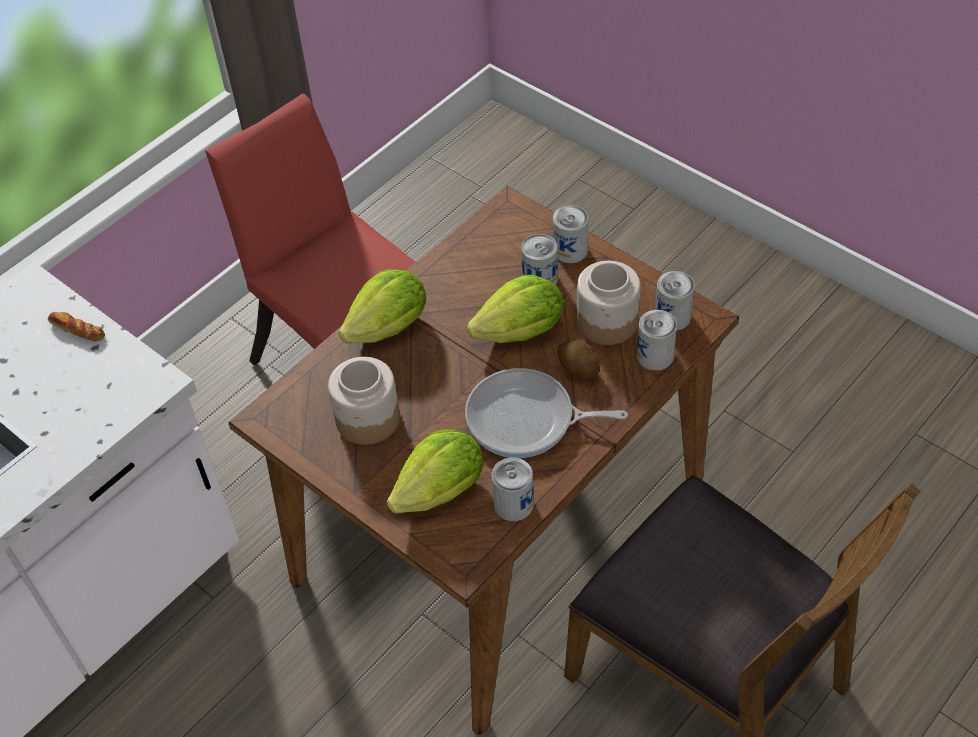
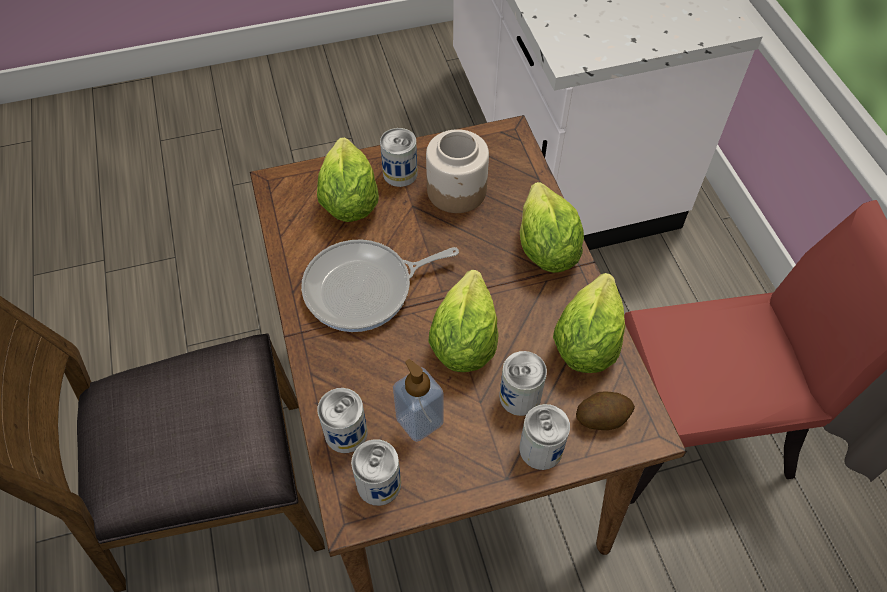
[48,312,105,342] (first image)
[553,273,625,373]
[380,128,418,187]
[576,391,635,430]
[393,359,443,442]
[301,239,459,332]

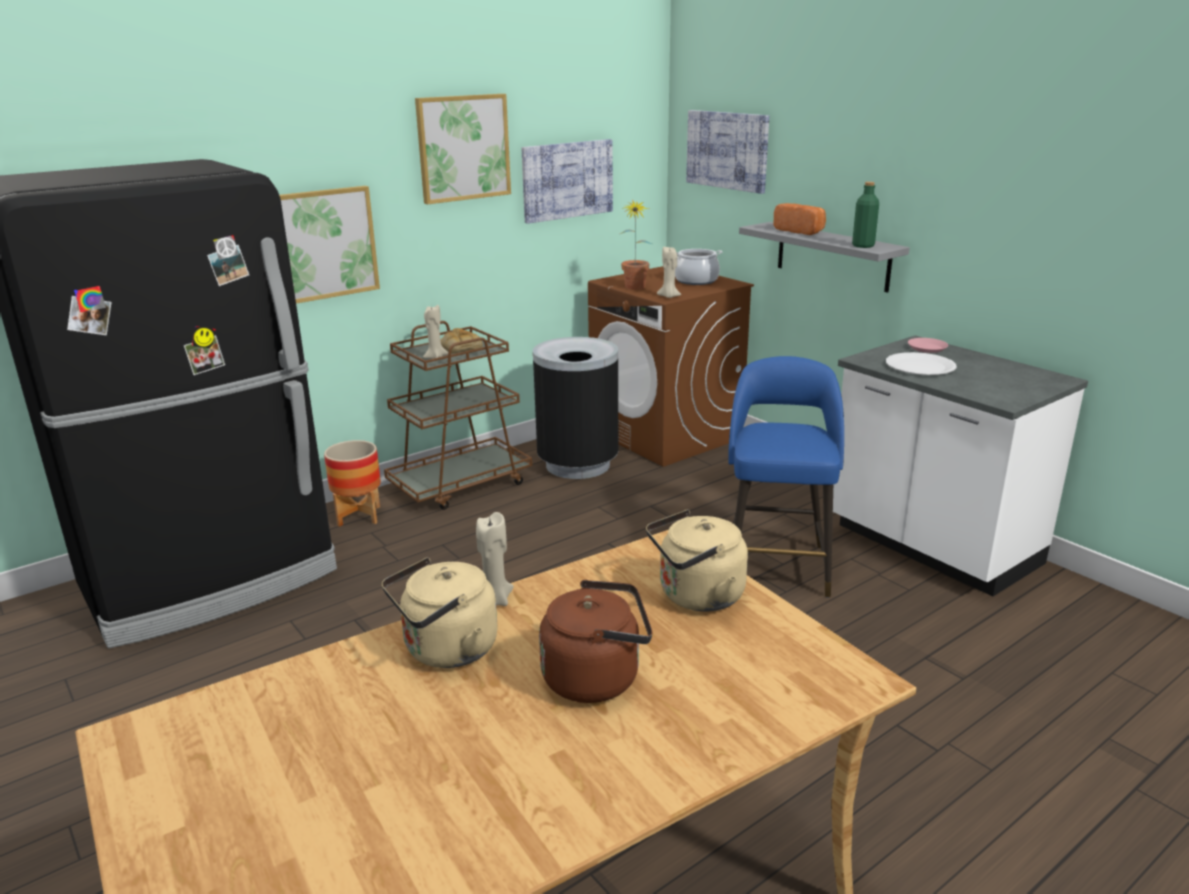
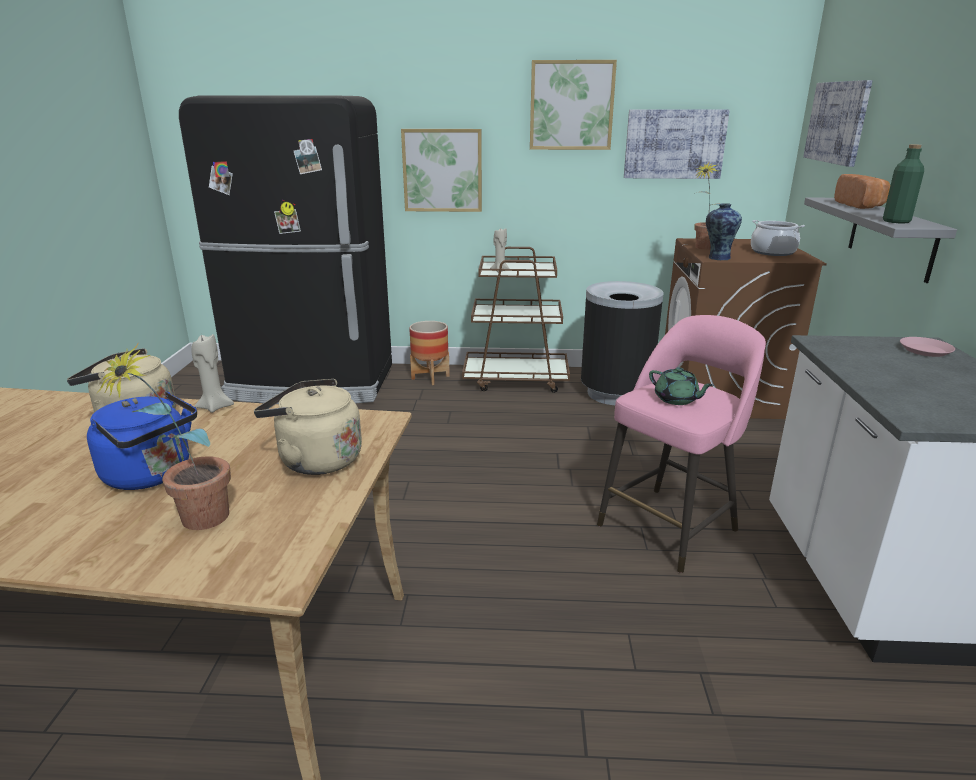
[440,328,483,353] (first image)
[886,352,957,375] (first image)
[97,344,231,530]
[649,367,714,405]
[706,203,742,260]
[87,391,197,490]
[597,315,766,573]

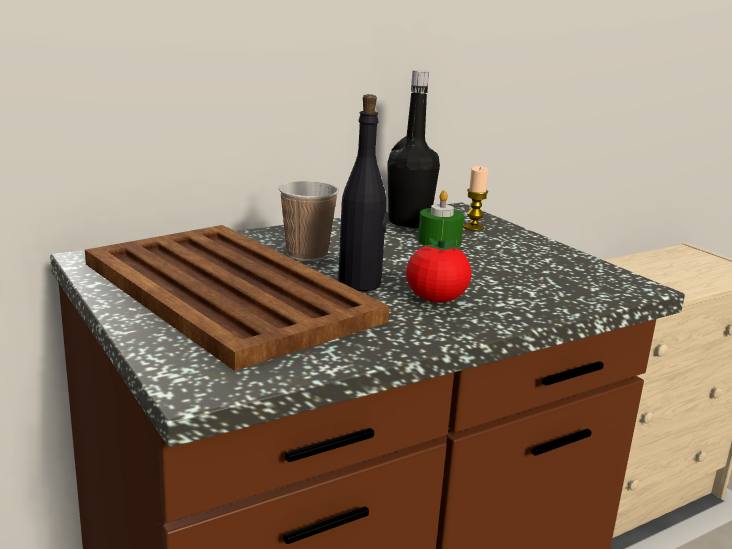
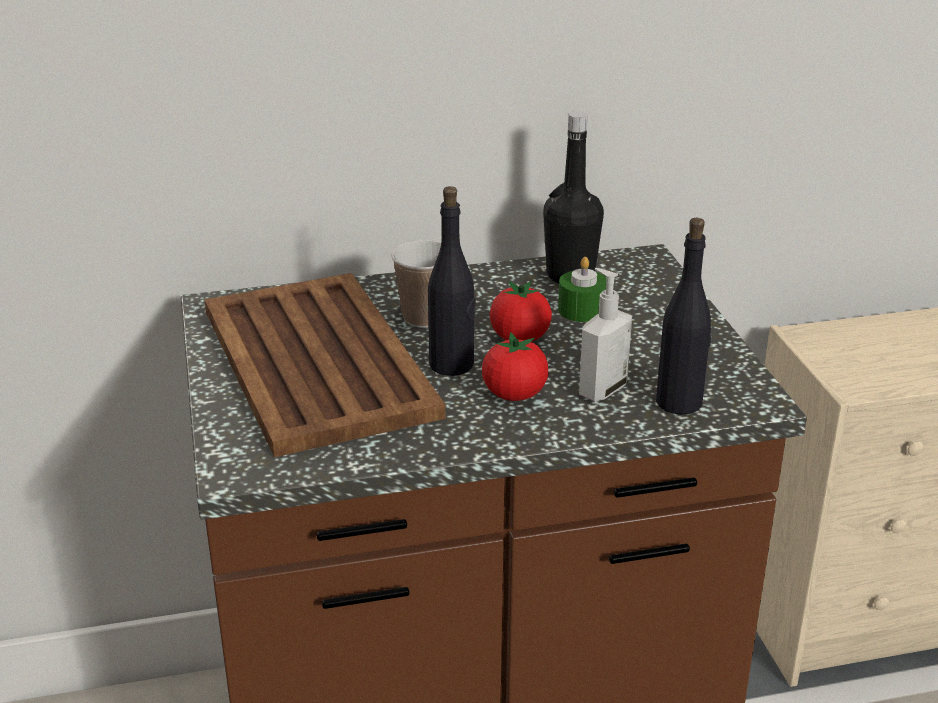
[464,166,489,231] (first image)
[490,281,552,342]
[579,268,632,401]
[656,218,711,415]

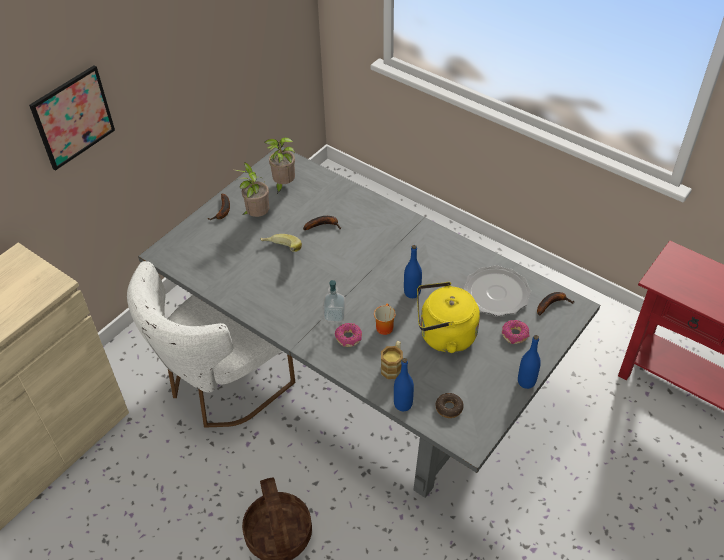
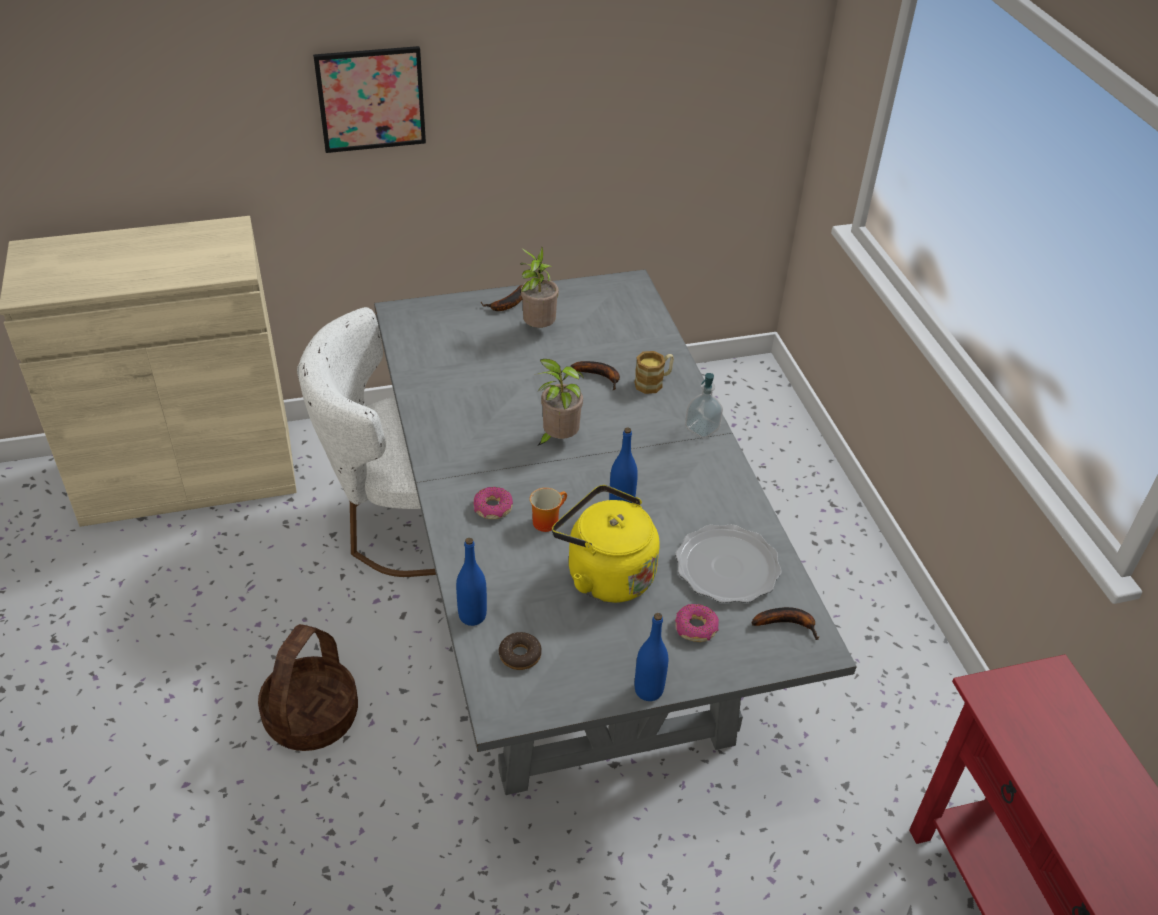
[260,234,302,252] (first image)
[534,359,584,446]
[685,373,723,438]
[634,351,674,394]

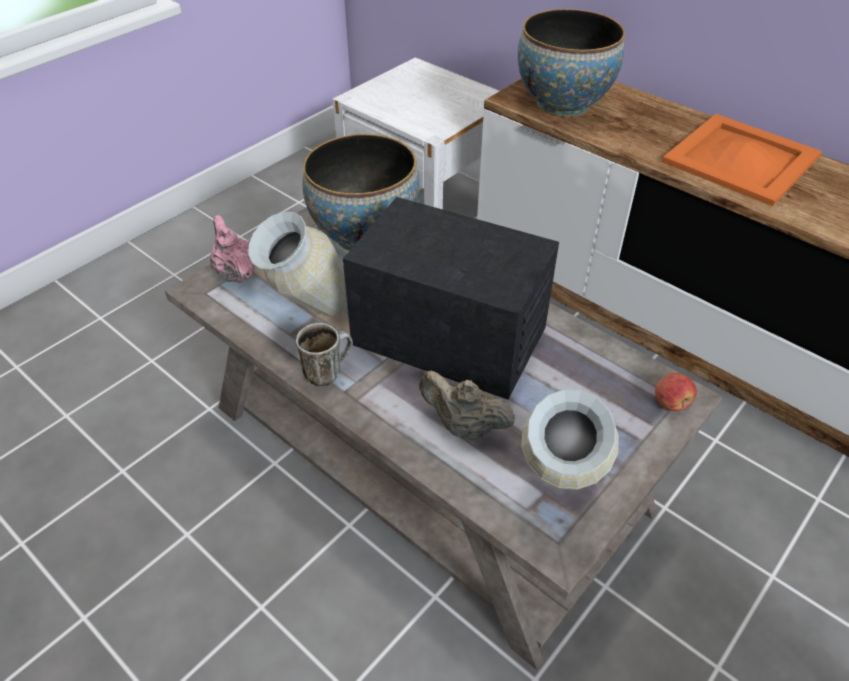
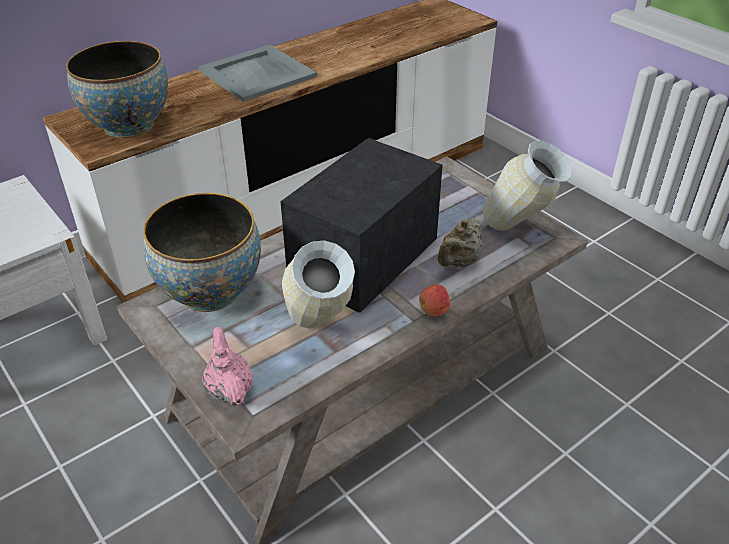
[296,323,353,386] (first image)
[419,284,451,316]
[198,45,317,102]
[202,327,253,406]

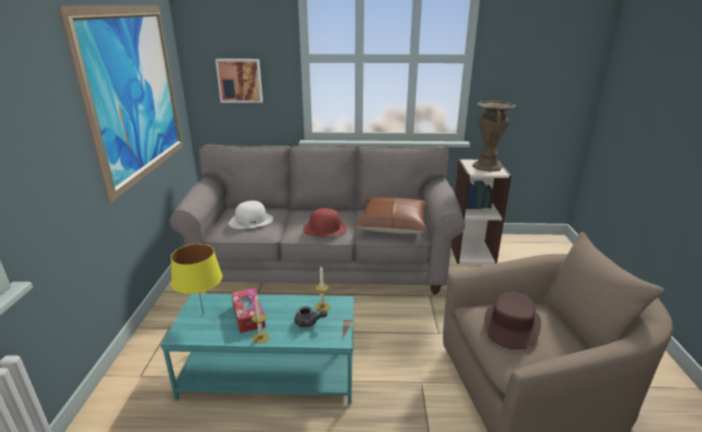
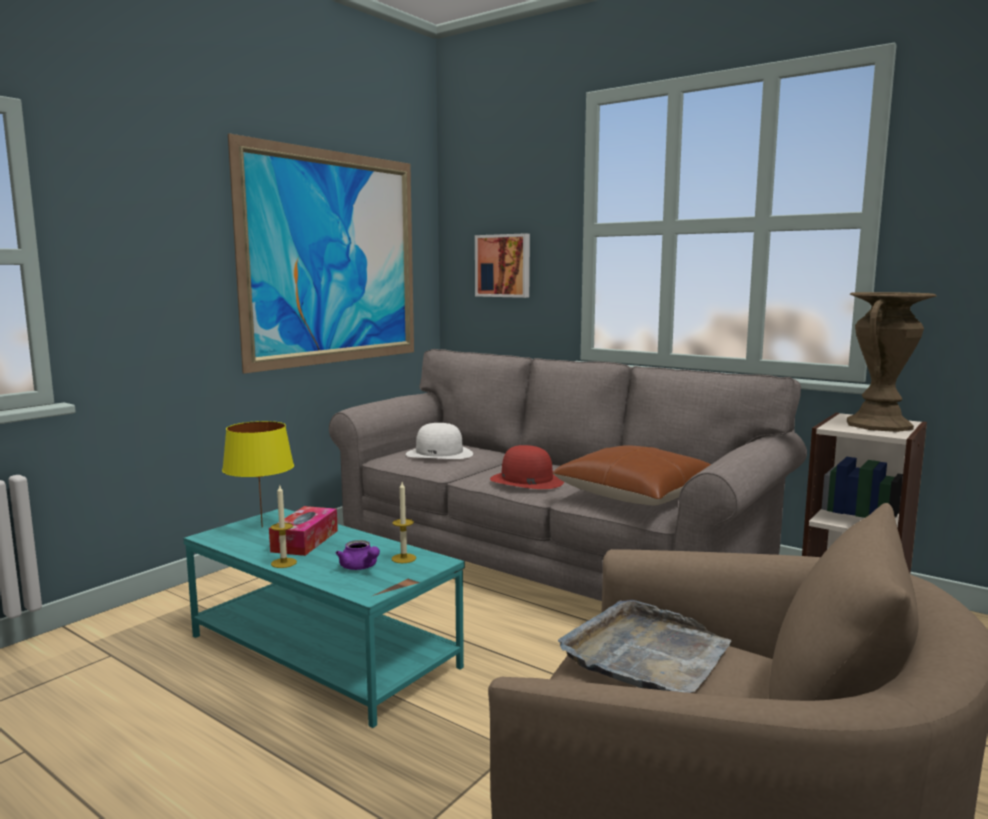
[558,600,731,693]
[336,540,380,570]

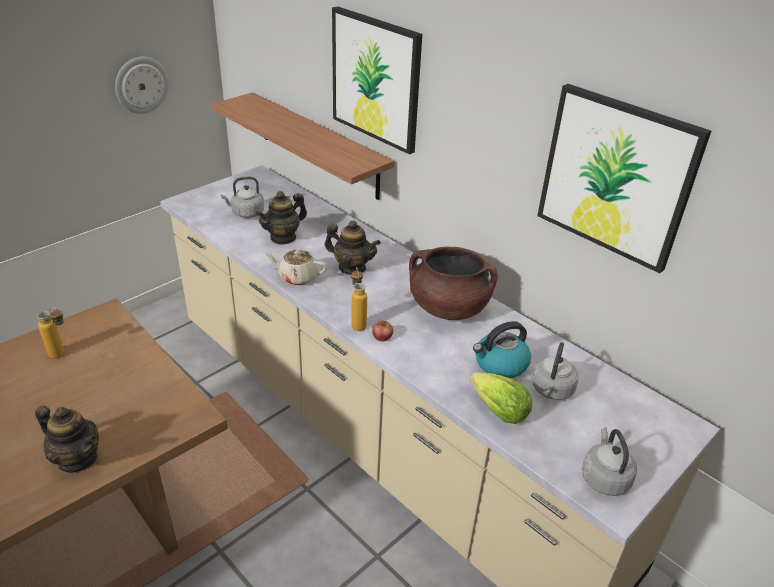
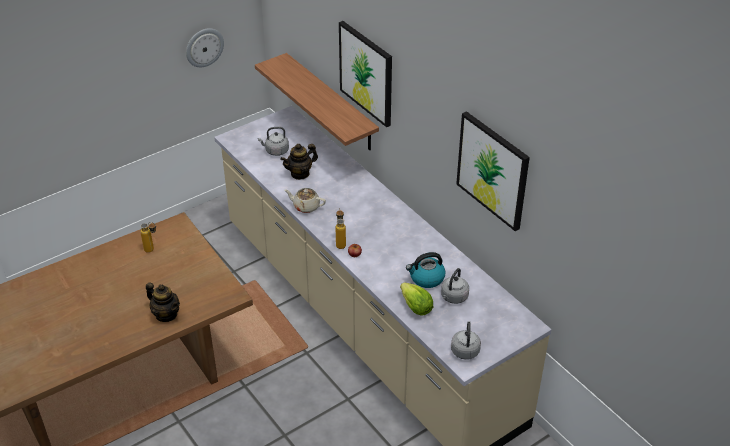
[325,220,381,275] (first image)
[409,247,498,320] (first image)

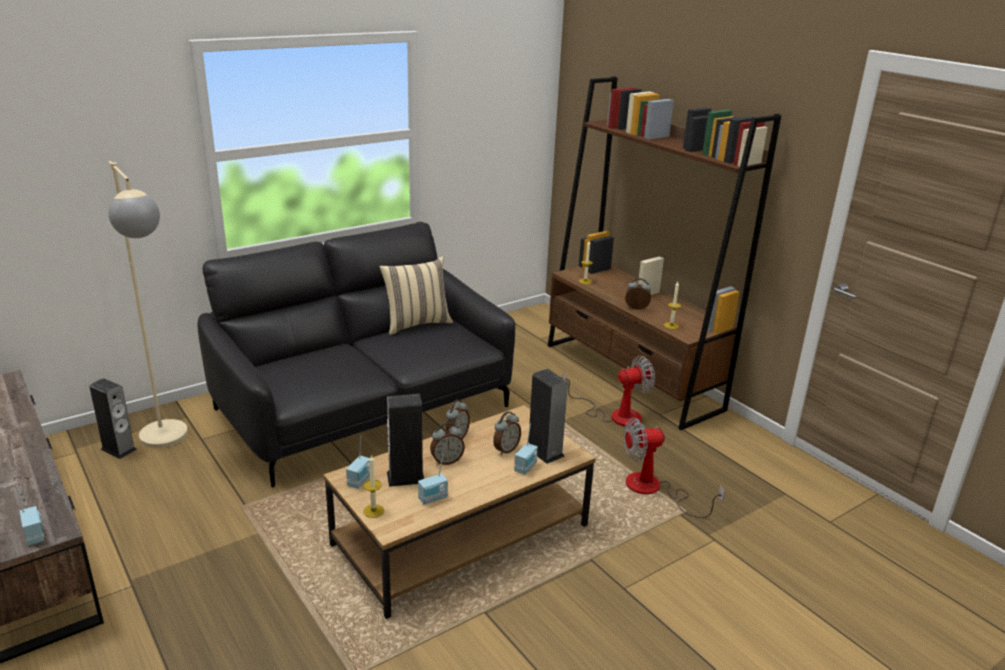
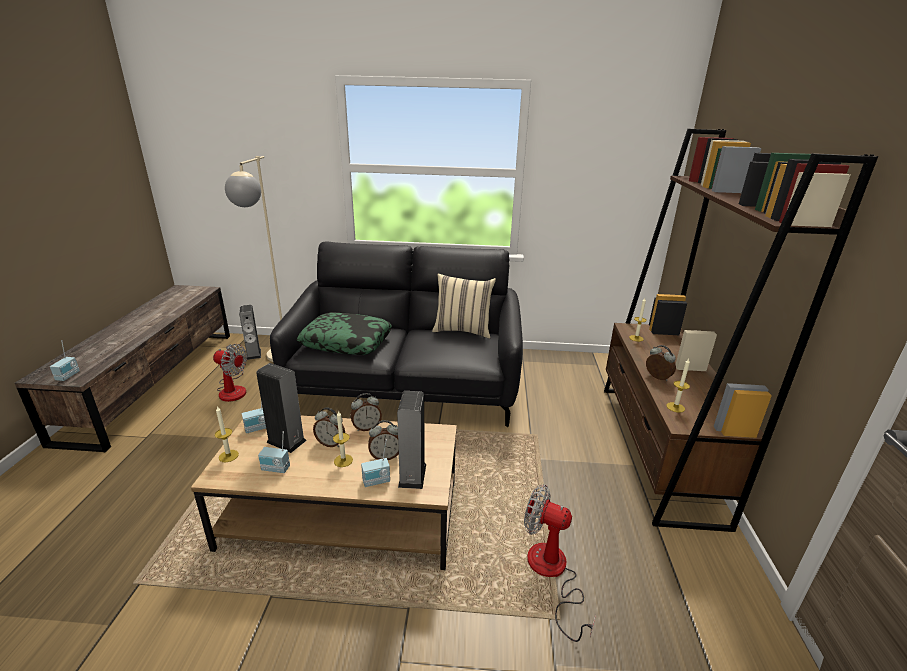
[296,312,392,355]
[333,410,353,467]
[213,344,247,402]

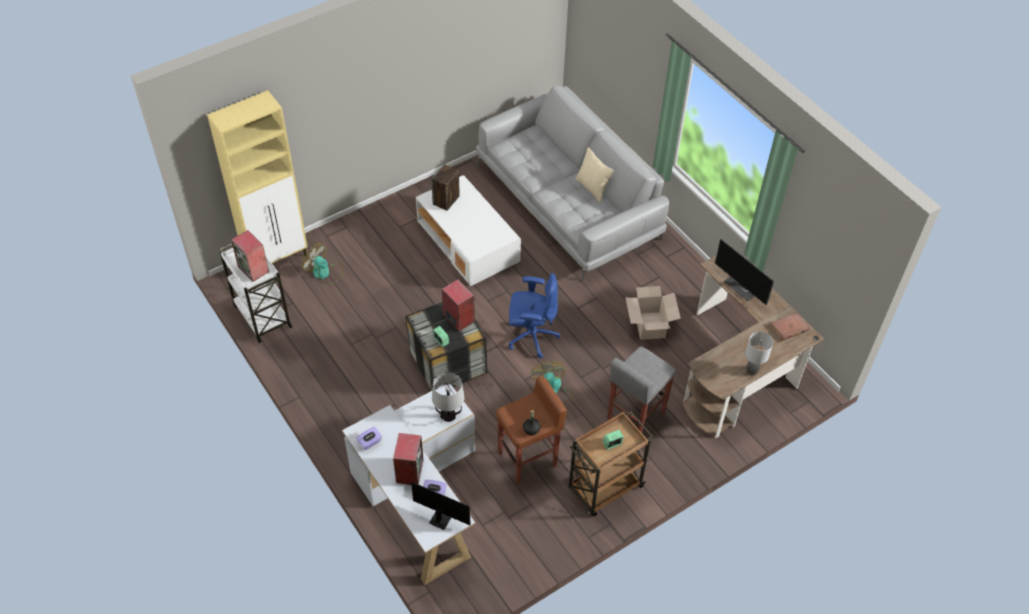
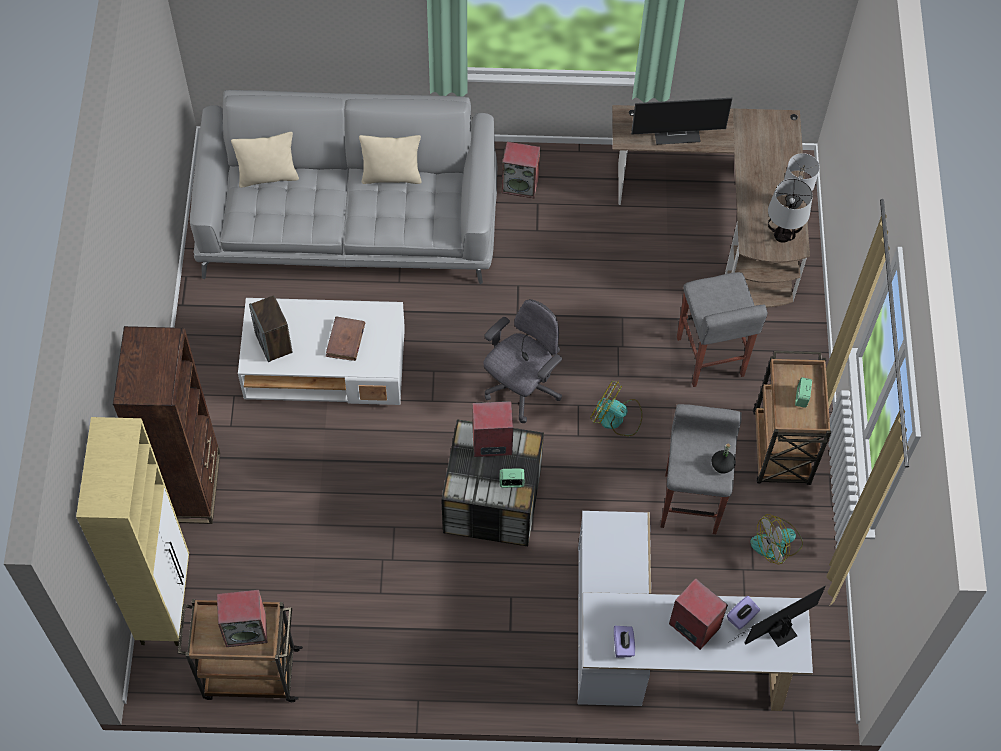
[626,286,681,340] (first image)
[113,326,220,524]
[231,132,299,188]
[502,142,540,198]
[750,514,803,564]
[768,178,813,243]
[326,316,365,361]
[177,599,303,702]
[660,404,742,534]
[484,299,562,423]

